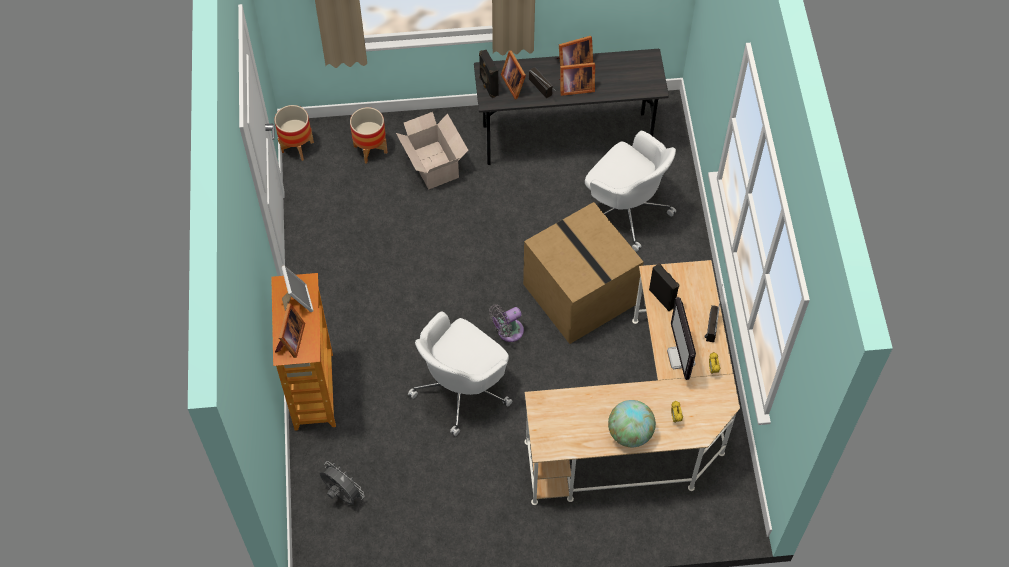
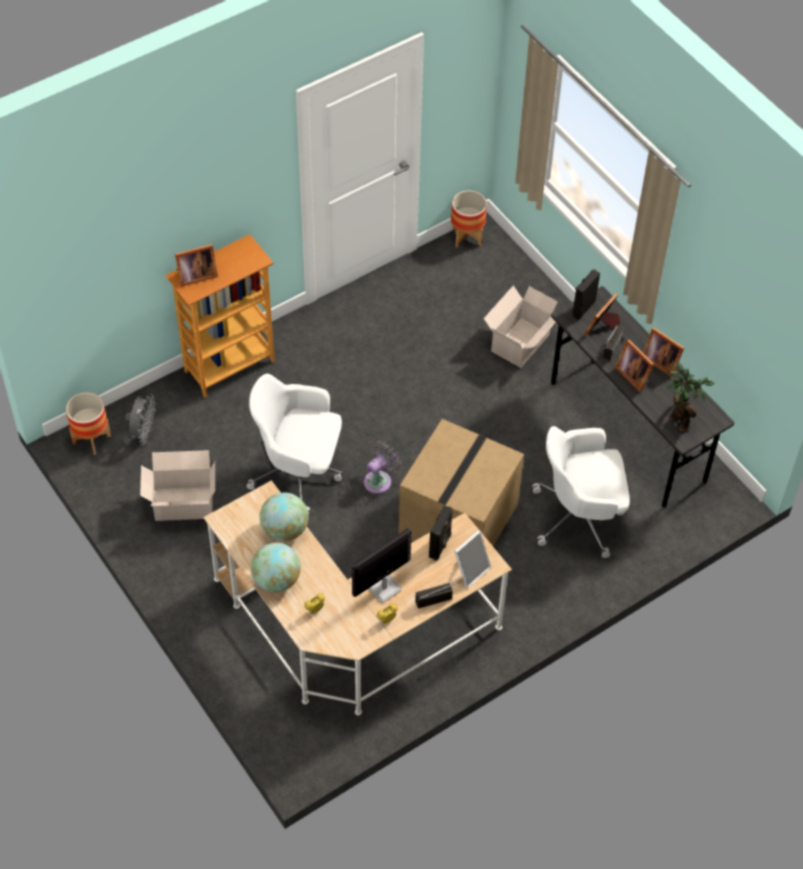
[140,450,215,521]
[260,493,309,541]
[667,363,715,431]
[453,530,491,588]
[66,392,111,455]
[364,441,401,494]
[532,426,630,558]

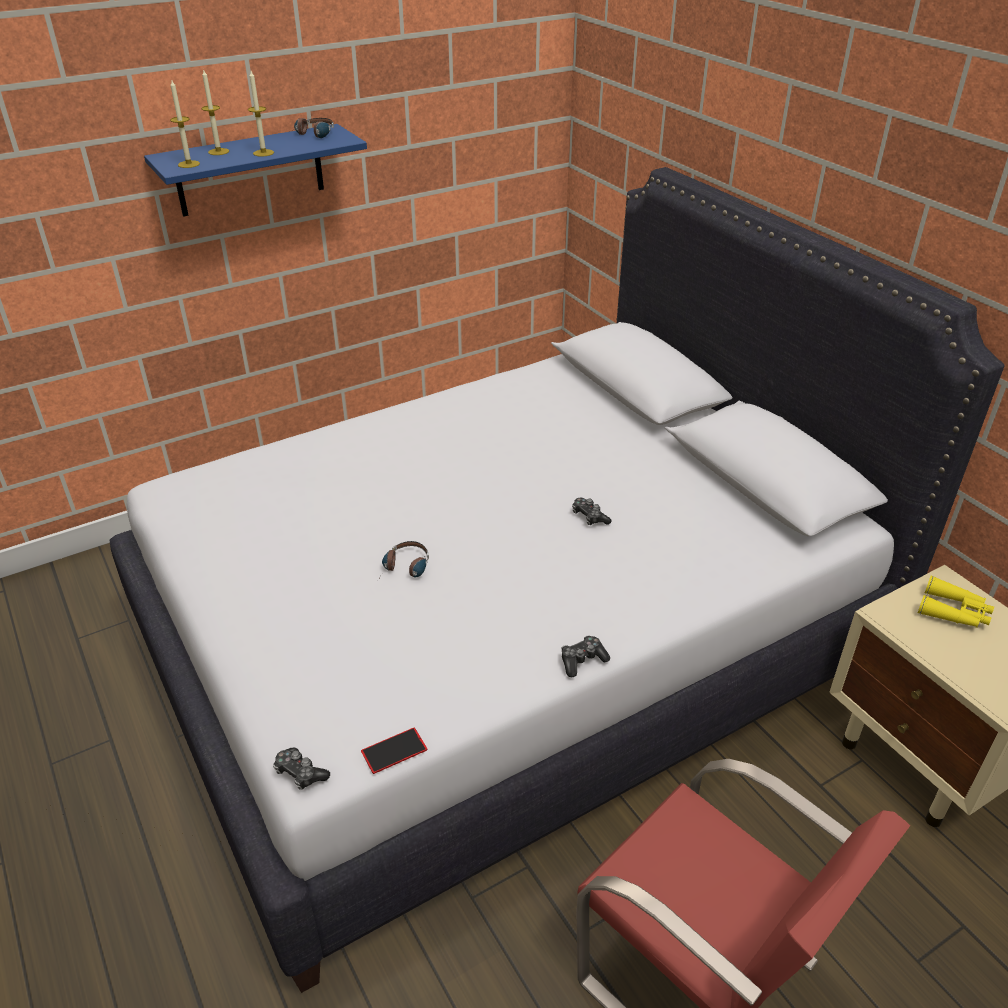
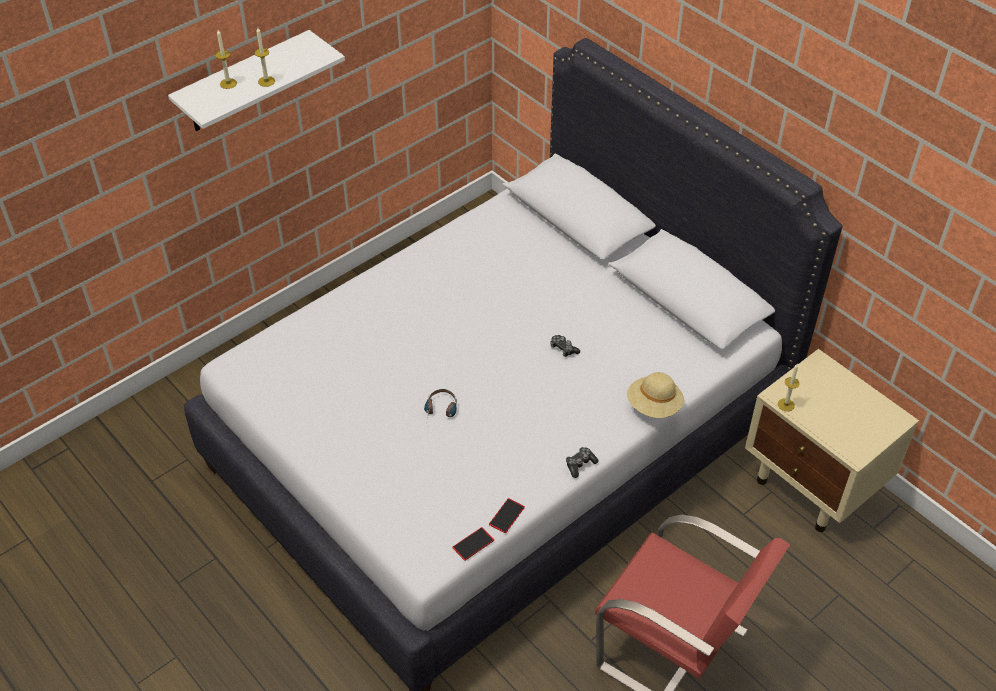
[273,747,330,790] (first image)
[289,118,334,138] (first image)
[918,576,994,628] (first image)
[489,498,525,533]
[627,372,684,418]
[778,364,799,411]
[168,30,345,131]

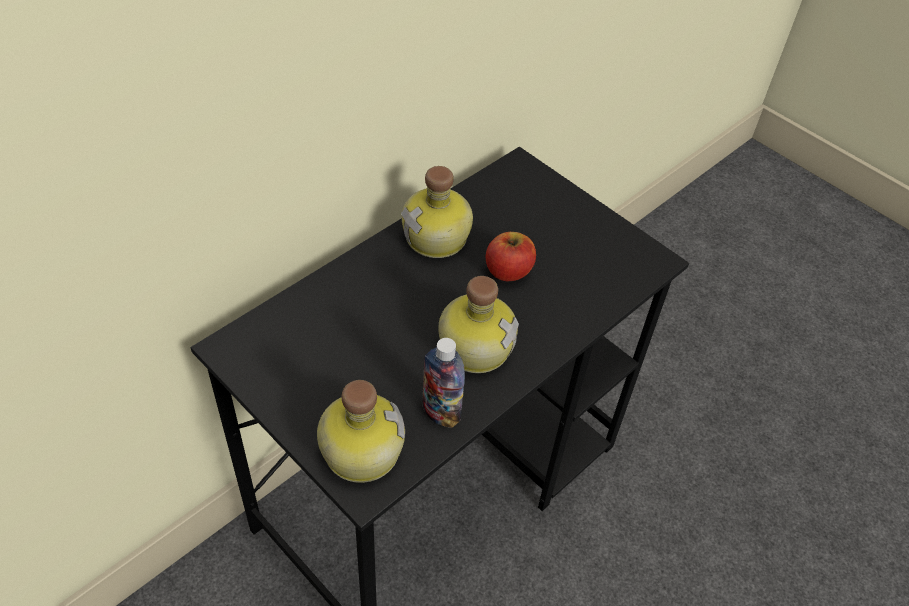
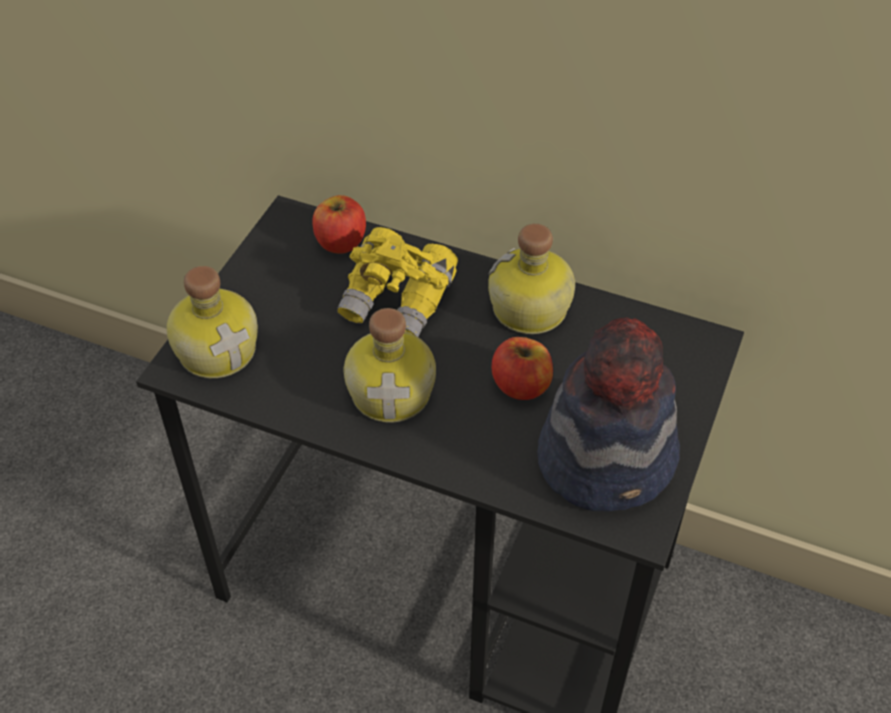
[422,338,465,428] (first image)
[313,195,366,254]
[337,227,458,337]
[537,317,680,512]

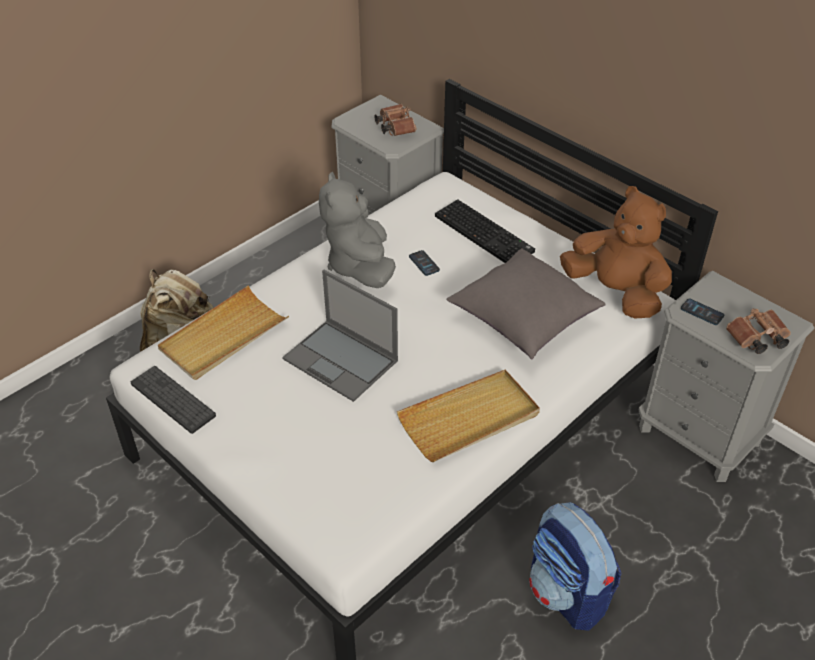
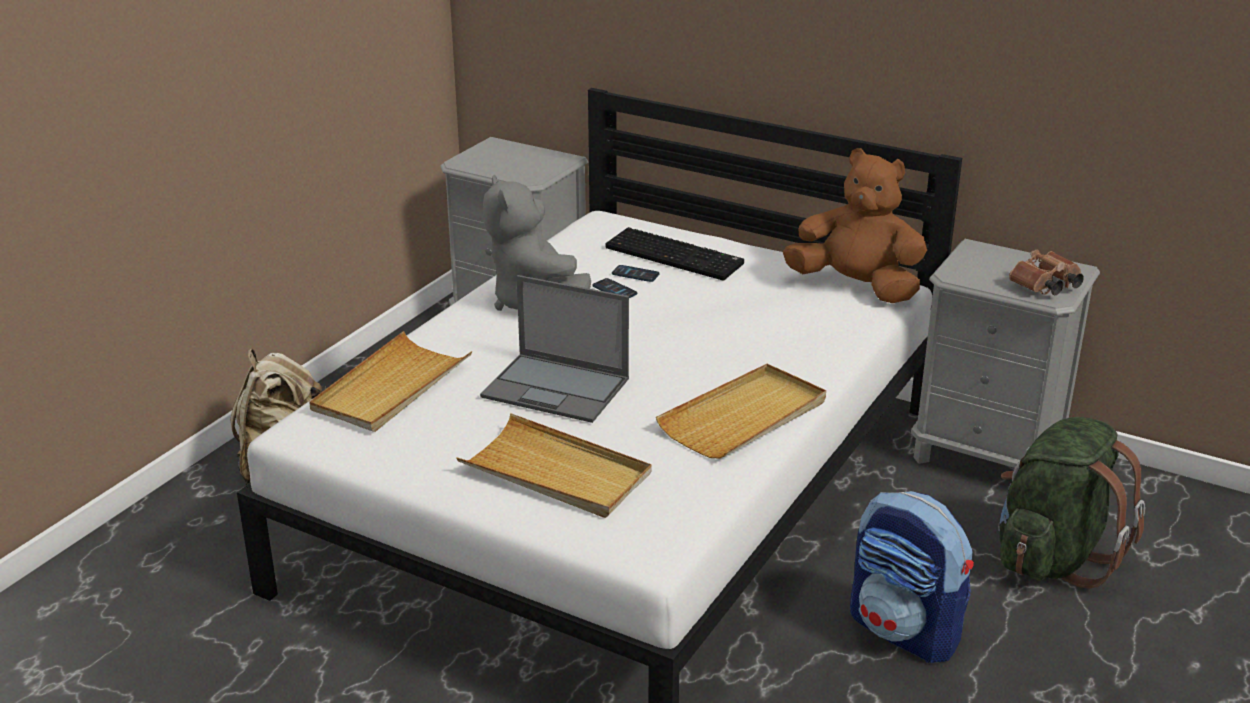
[131,366,216,434] (first image)
[375,104,416,136] (first image)
[446,248,605,359] (first image)
[456,414,651,518]
[998,417,1145,589]
[612,265,660,282]

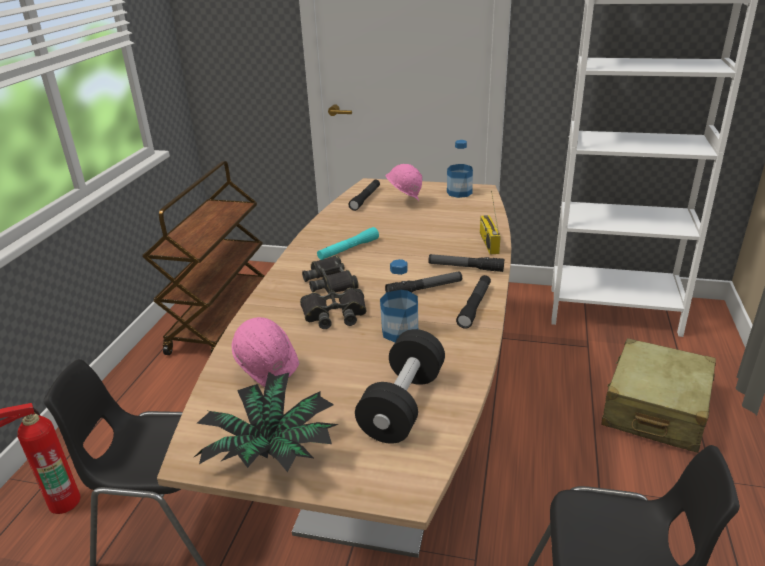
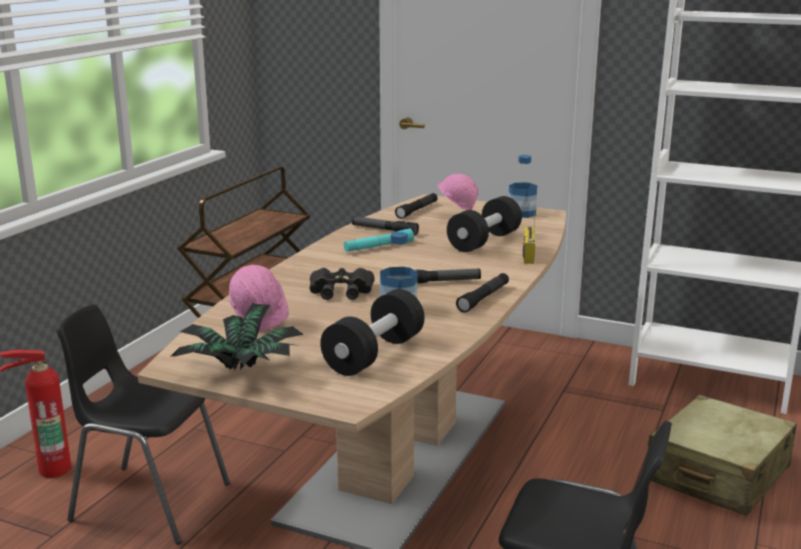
[302,256,359,293] (first image)
[447,196,522,252]
[352,216,419,235]

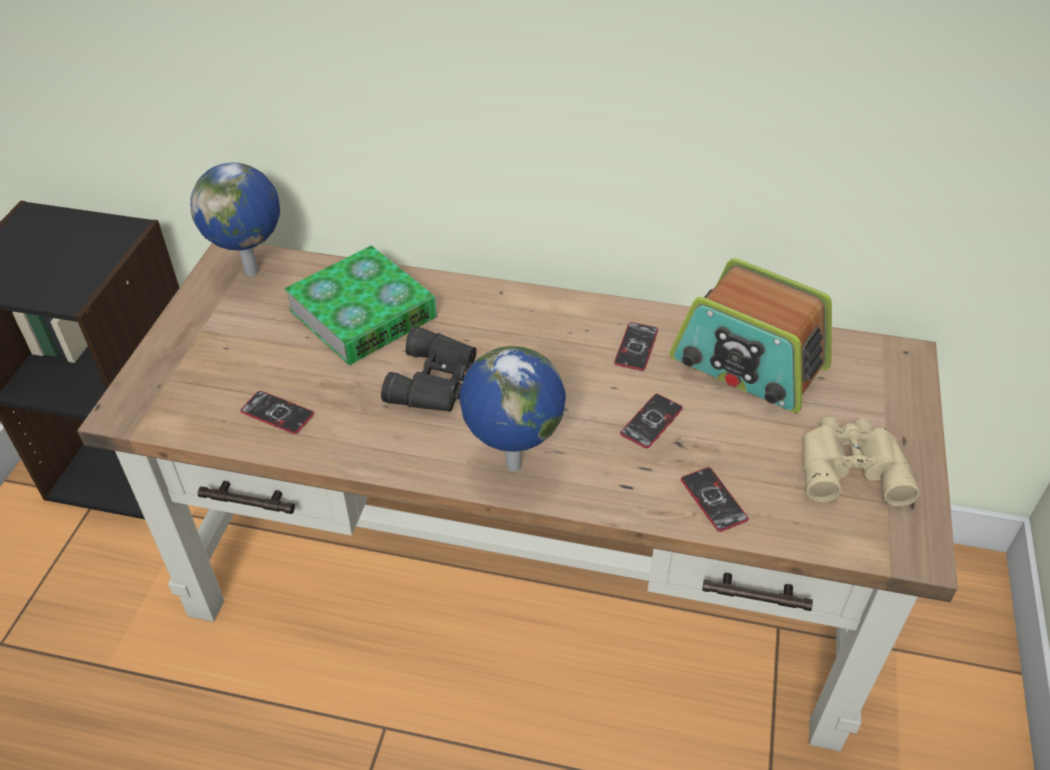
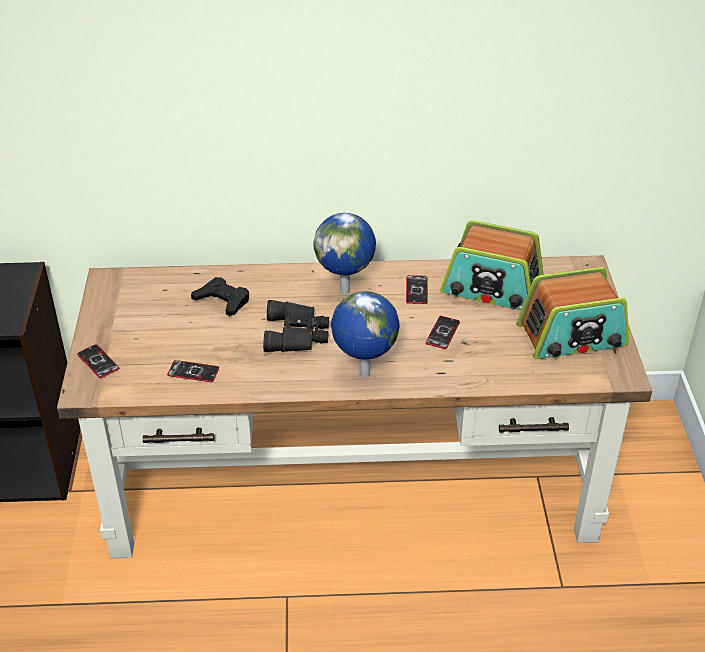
[313,213,376,295]
[77,344,119,378]
[191,277,249,316]
[517,267,629,360]

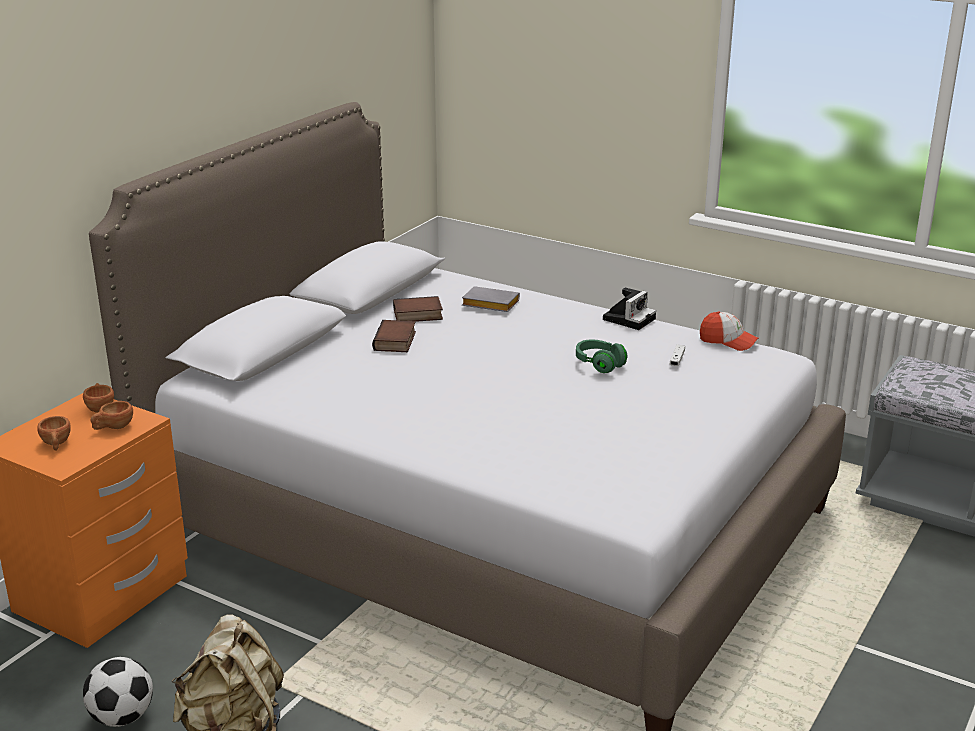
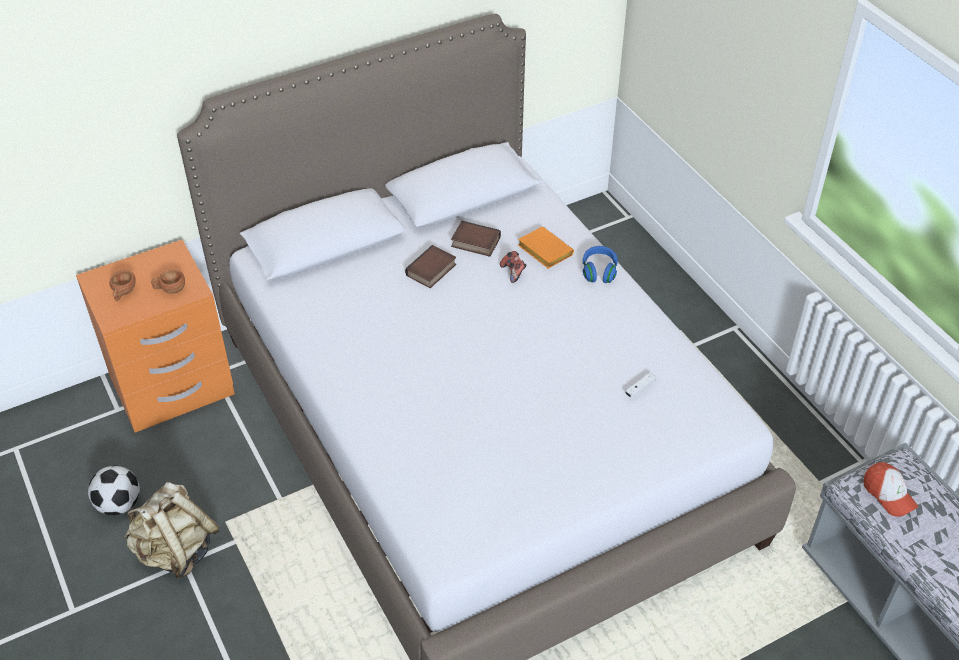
[83,383,114,413] (first image)
[576,339,627,373] (first image)
[603,288,656,330] (first image)
[500,251,526,283]
[583,246,618,283]
[864,462,918,517]
[518,227,574,269]

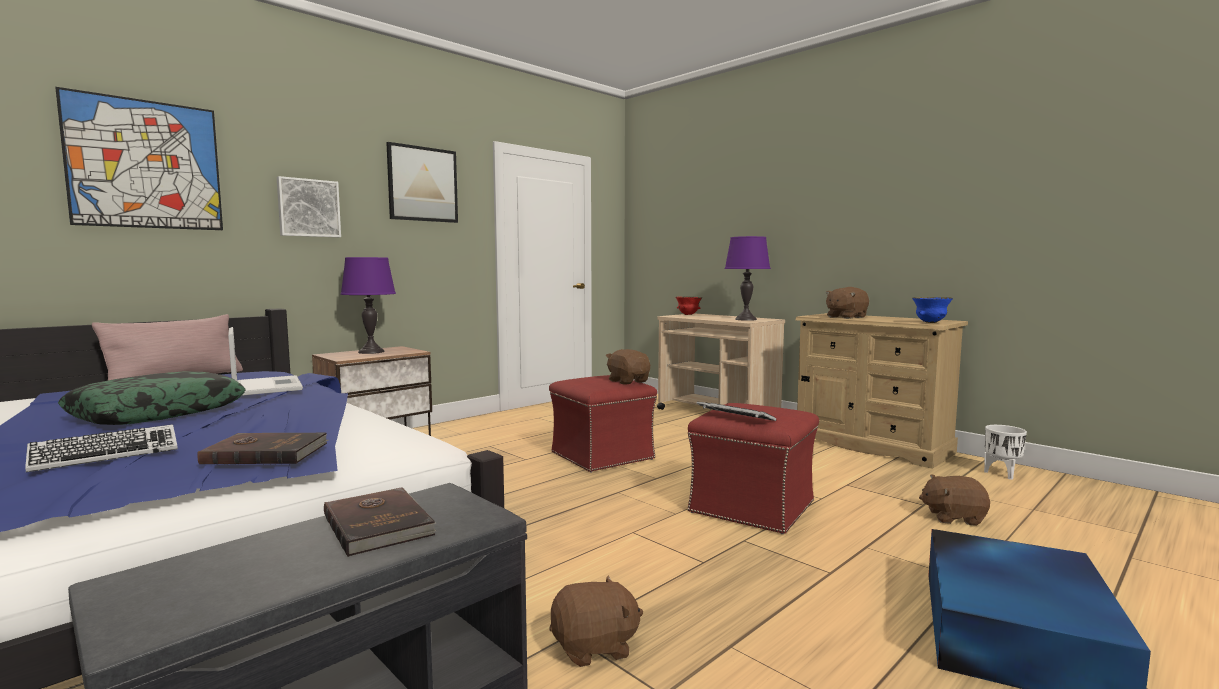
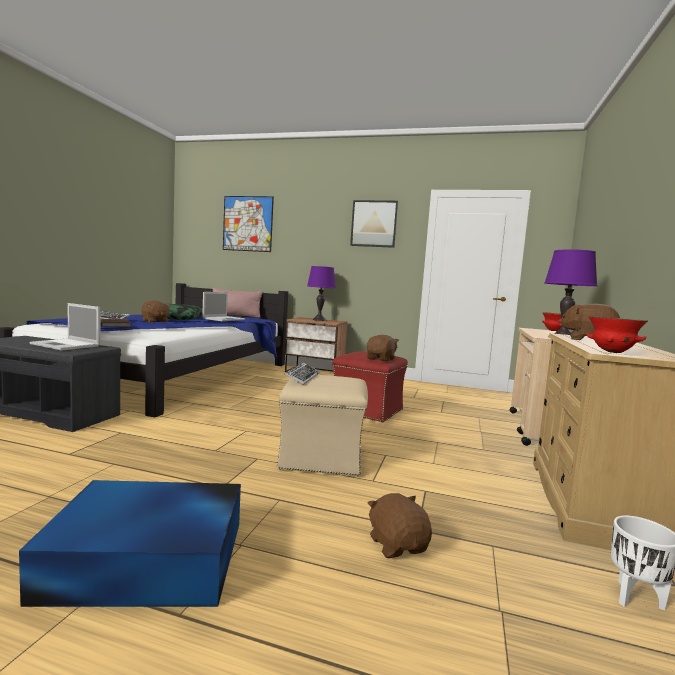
[277,176,341,237] (first image)
[141,300,171,323]
[30,303,100,351]
[277,375,368,477]
[586,316,648,353]

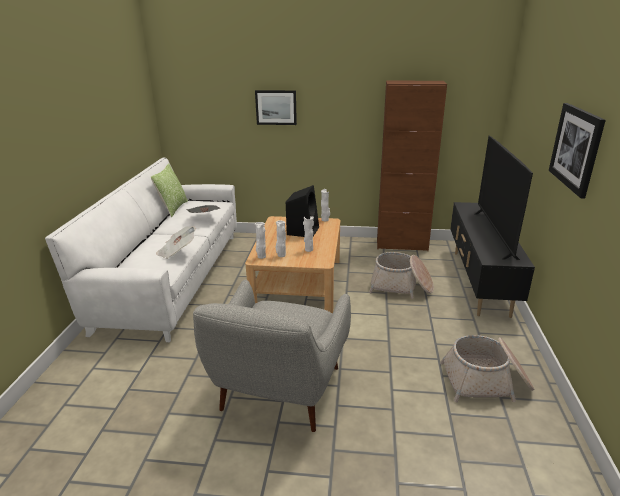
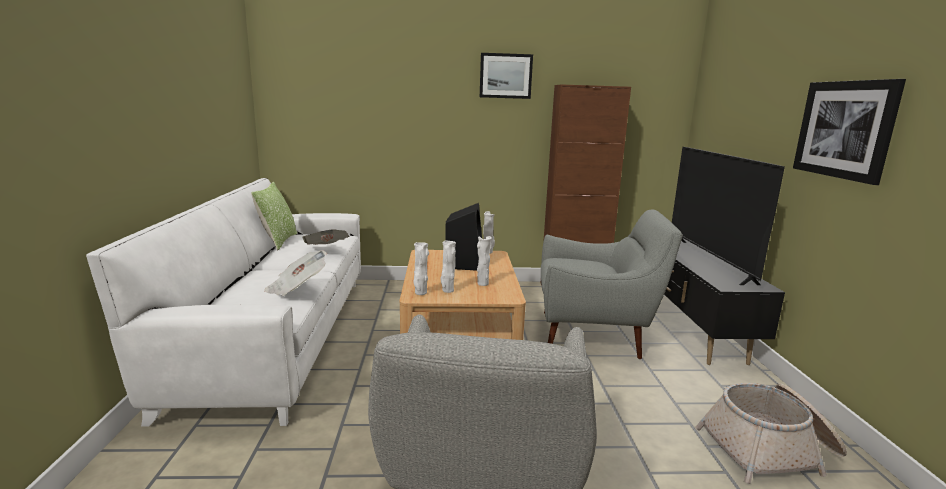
[480,53,533,99]
[541,209,683,359]

